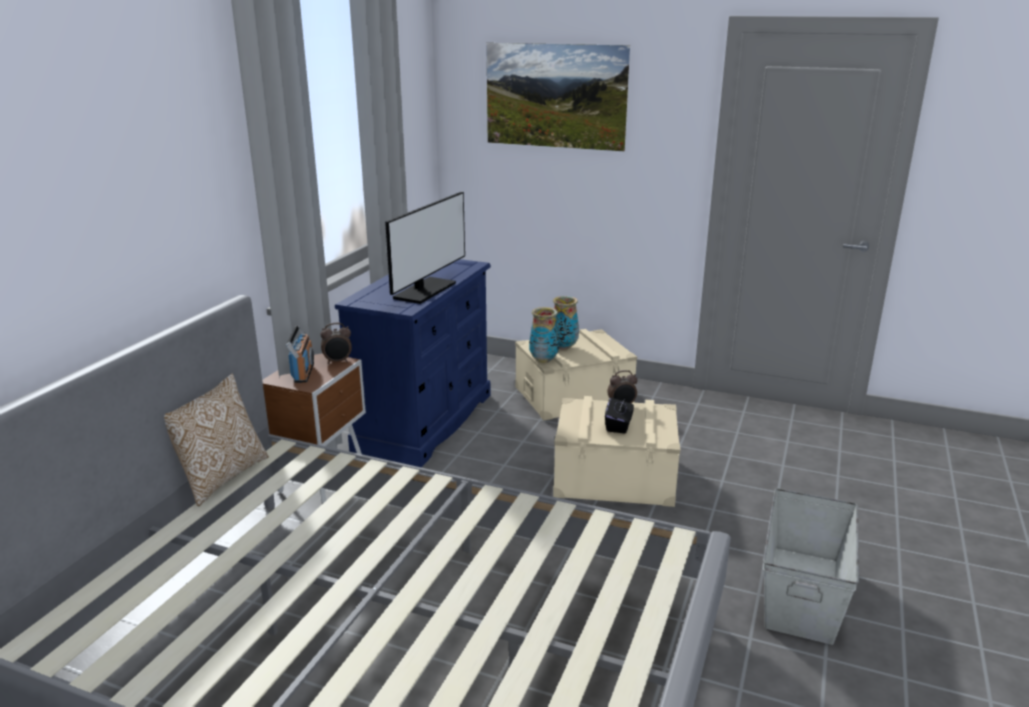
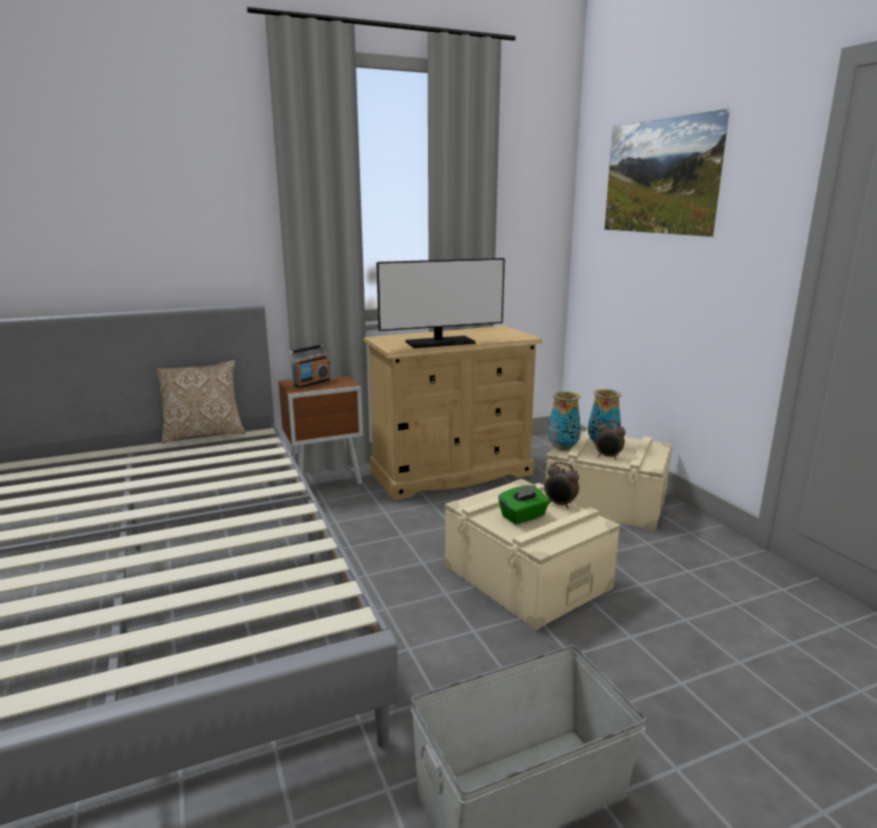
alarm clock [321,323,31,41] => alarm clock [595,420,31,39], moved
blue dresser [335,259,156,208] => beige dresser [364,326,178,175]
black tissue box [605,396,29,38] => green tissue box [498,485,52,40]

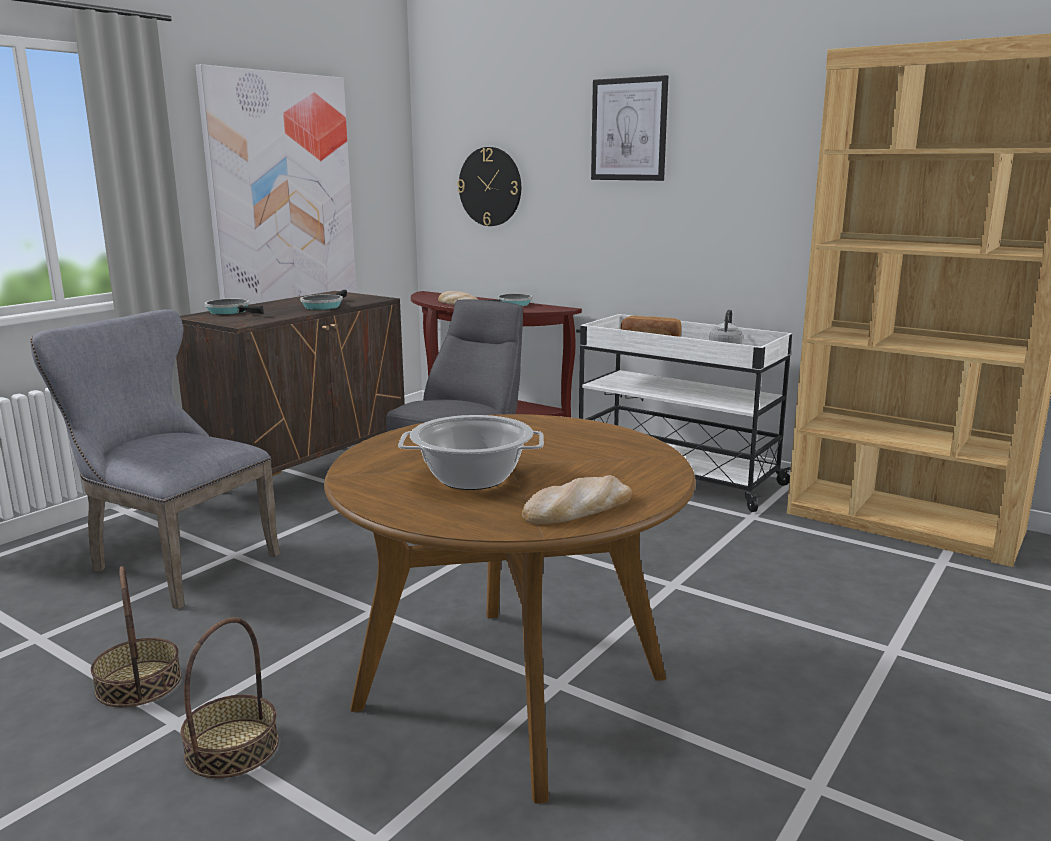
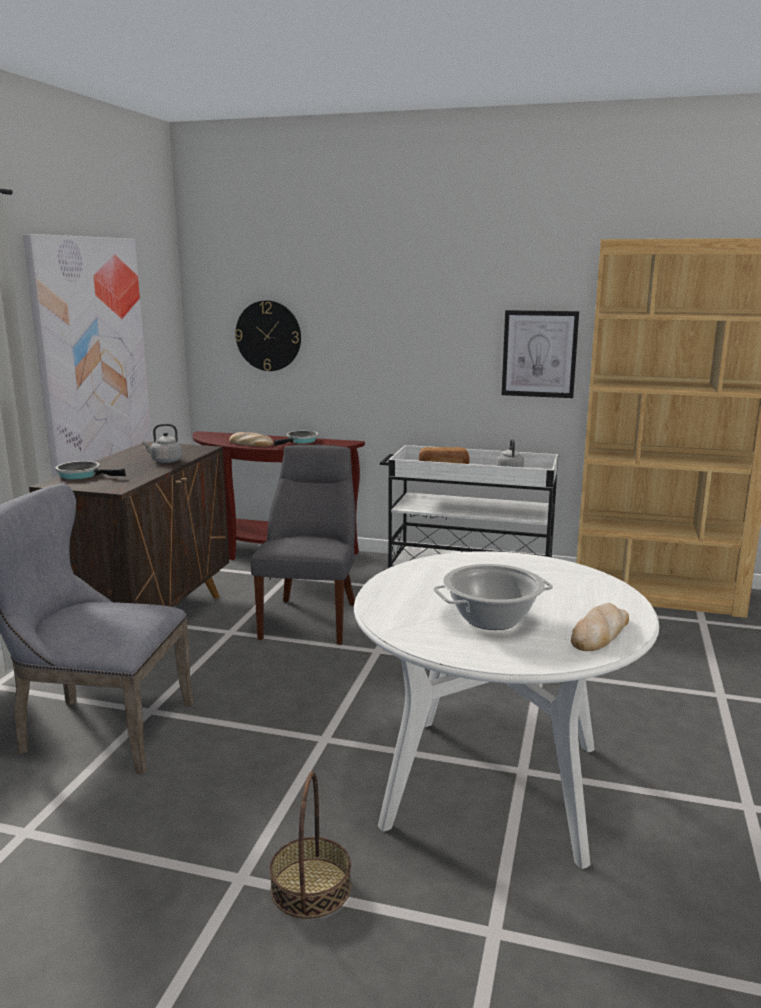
basket [91,566,91,141] => nothing
picture [591,75,77,106] => picture [502,310,77,88], moved
frying pan [300,290,47,20] => grey kettle [142,424,41,39]
brown dining table [324,414,372,390] => white dining table [354,551,305,318]

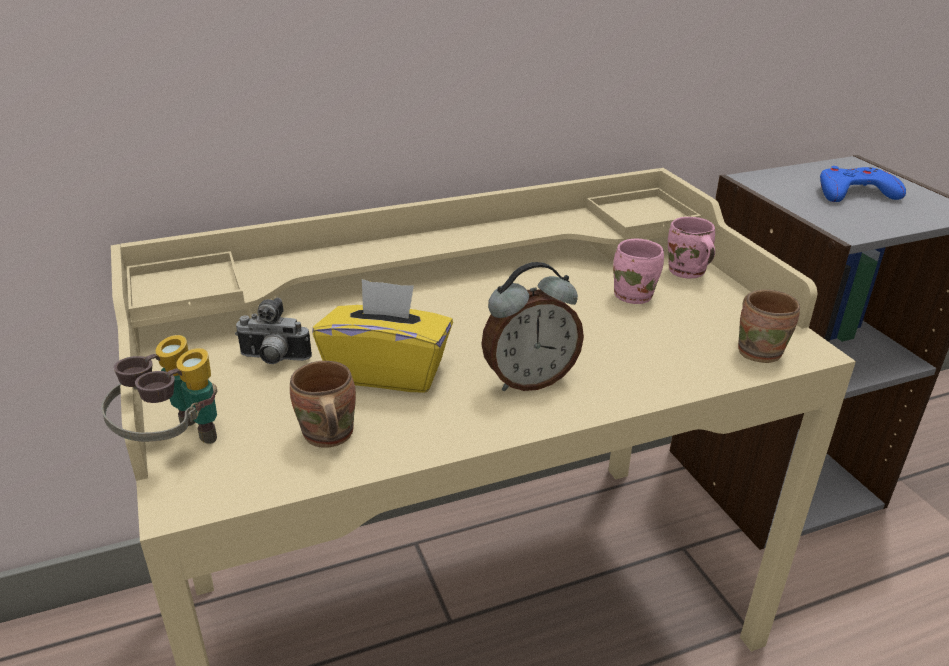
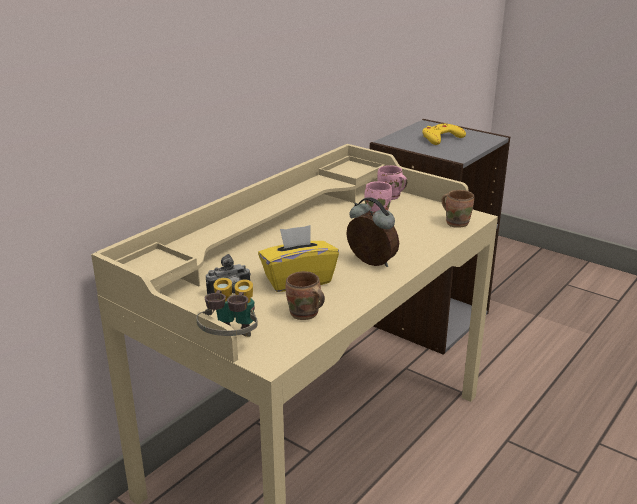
blue game controller [820,166,86,36] => yellow game controller [422,123,44,22]
alarm clock [481,262,103,129] => alarm clock [346,197,53,70], 90 degrees counterclockwise

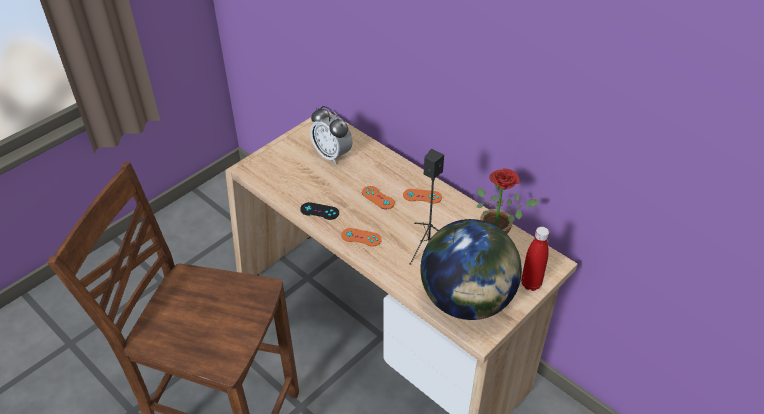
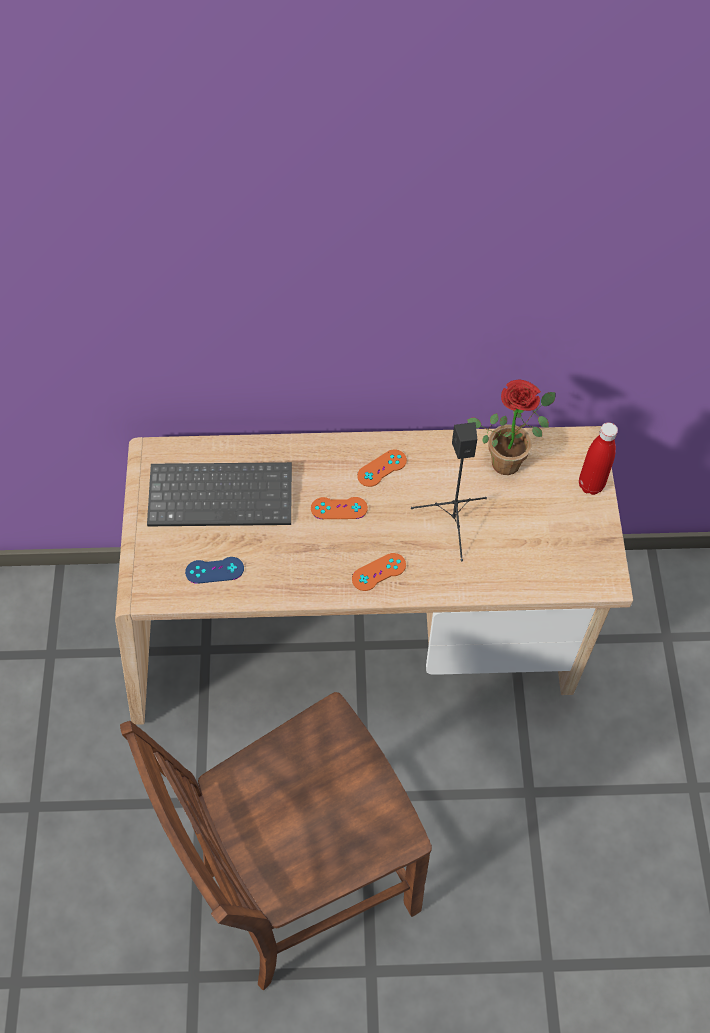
black game controller [300,202,39,18] => nothing
globe [421,219,101,101] => nothing
nothing => blue game controller [185,557,59,27]
alarm clock [310,106,42,58] => keyboard [147,462,145,64]

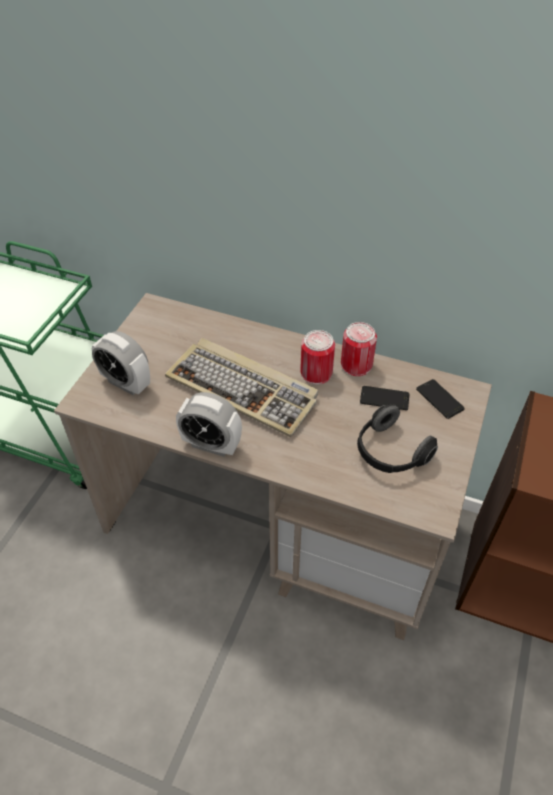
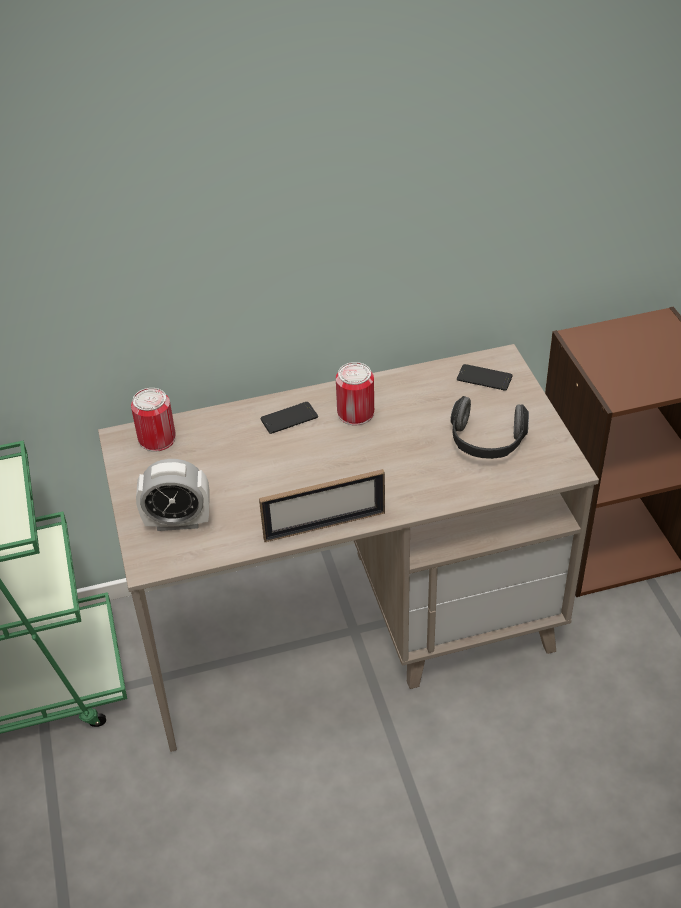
keyboard [165,338,153,99] => nothing
can [341,322,36,54] => can [131,388,45,64], moved
phone [360,386,49,24] => phone [260,402,58,32], moved
alarm clock [176,392,66,65] => picture frame [259,469,126,73]

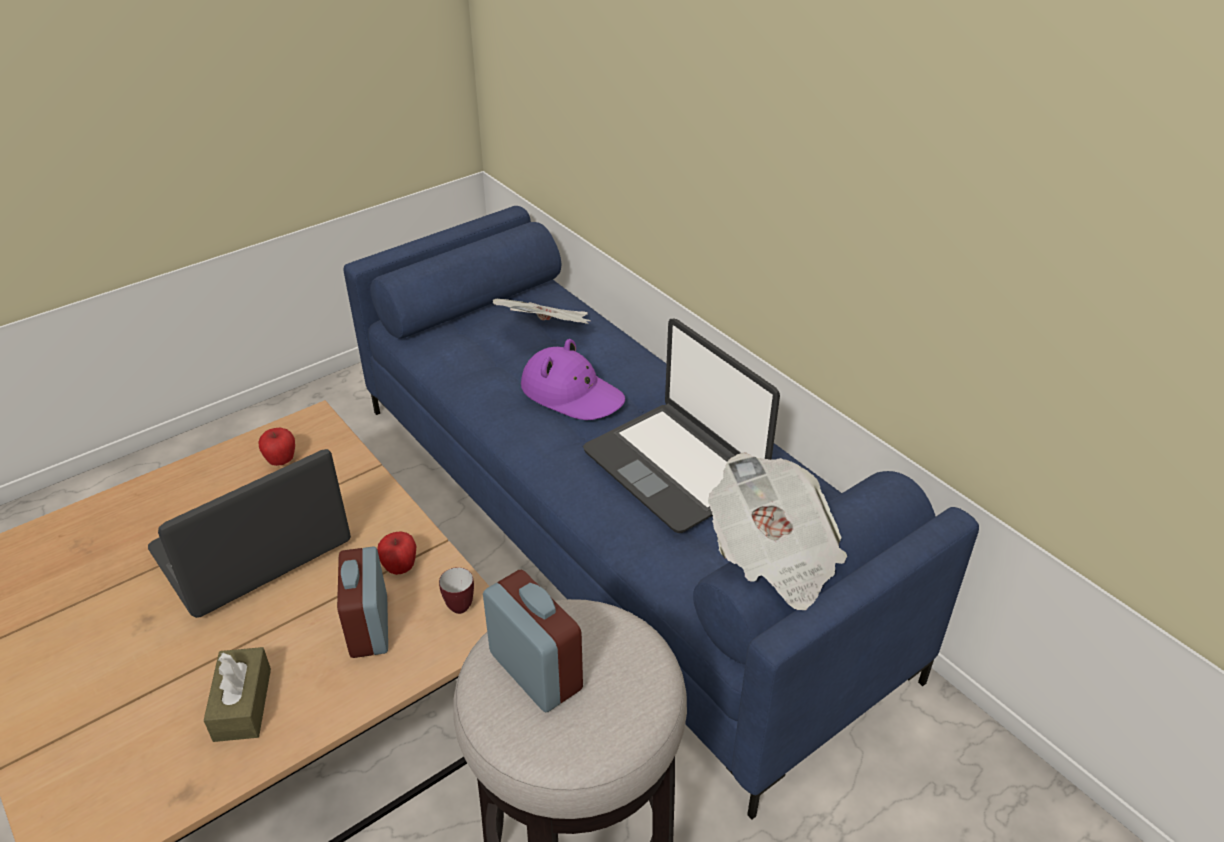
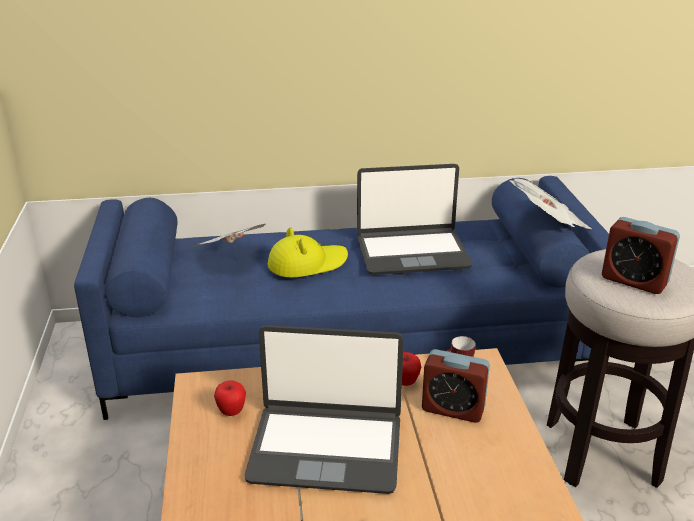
brown tissue box [203,647,68,95] => nothing
purple hat [521,339,104,81] => yellow hat [268,227,80,50]
laptop [148,449,203,169] => laptop [244,325,160,169], 75 degrees counterclockwise
alarm clock [483,570,100,143] => alarm clock [602,217,78,77], 135 degrees counterclockwise

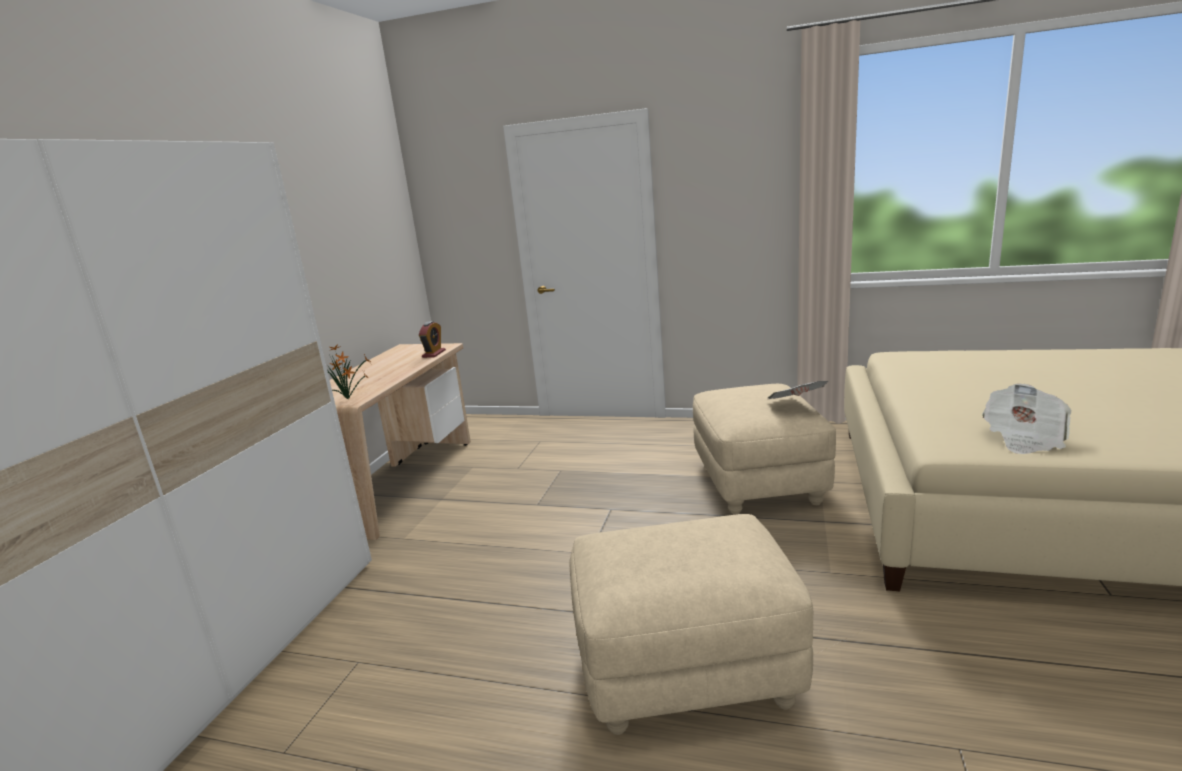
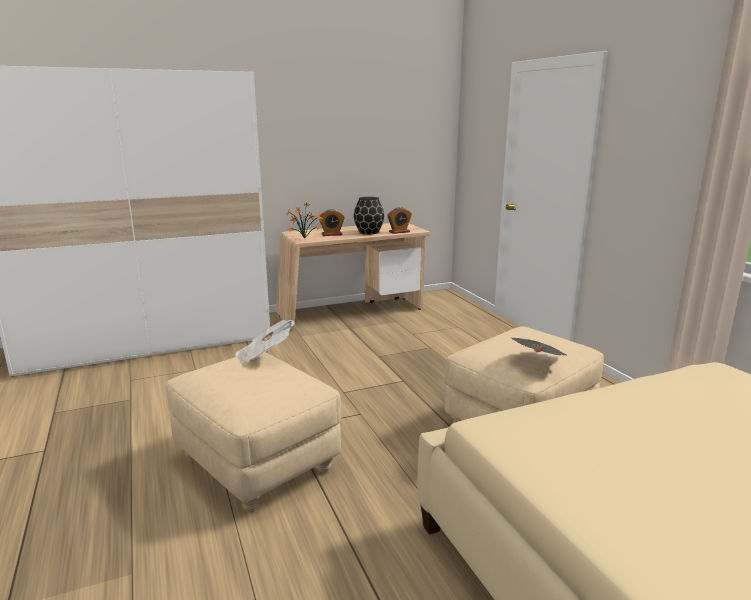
nothing => alarm clock [319,209,26,27]
nothing => black vase [354,197,30,38]
newspaper [982,384,89,70] => newspaper [235,320,60,43], moved

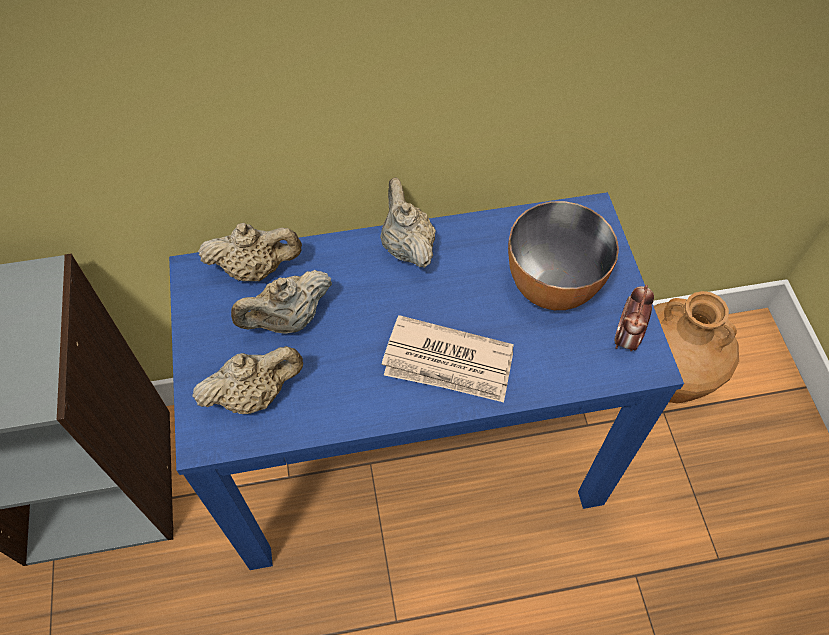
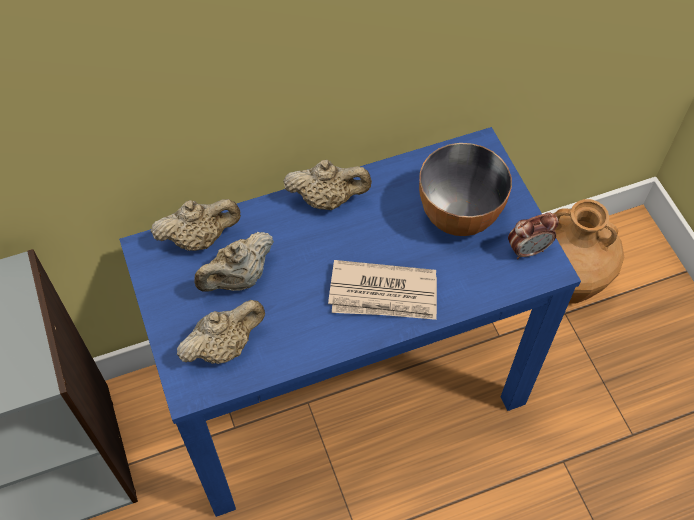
beige teapot [380,177,56,91] => beige teapot [283,160,89,50], 120 degrees clockwise
alarm clock [614,285,40,66] => alarm clock [508,212,51,47], 120 degrees counterclockwise

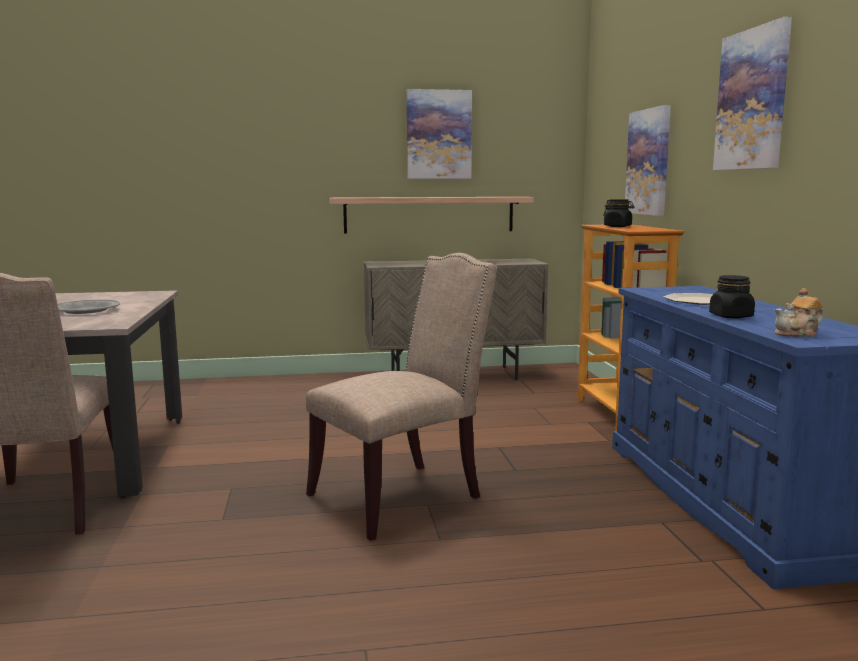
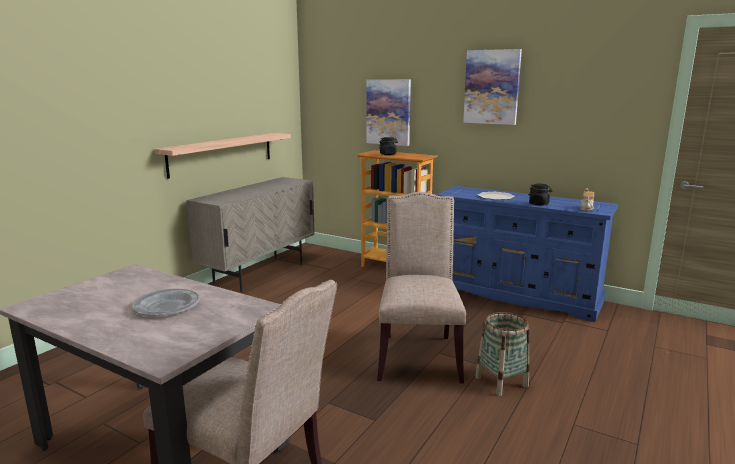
picture [407,89,65,90] => nothing
nothing => basket [475,312,54,84]

